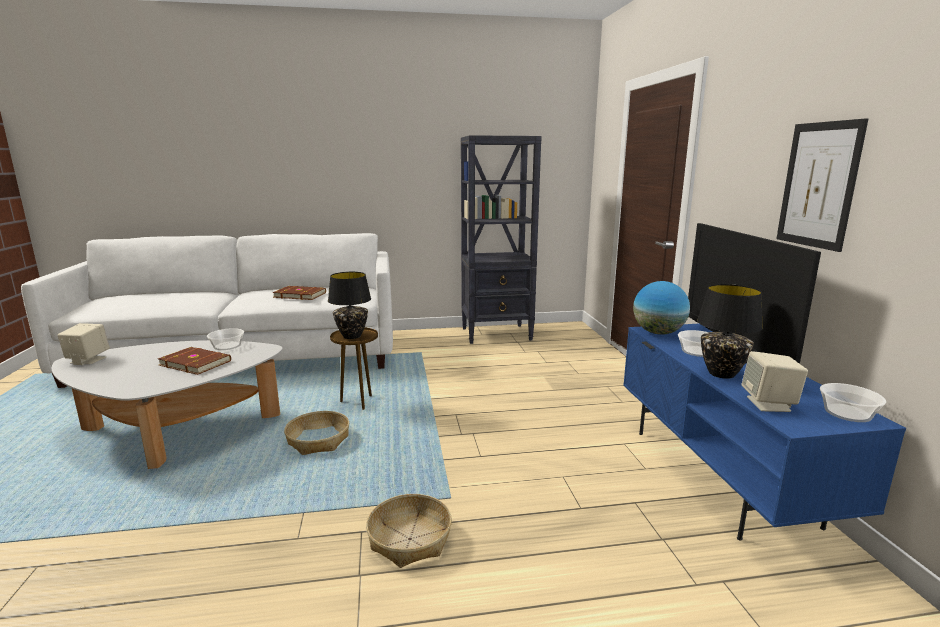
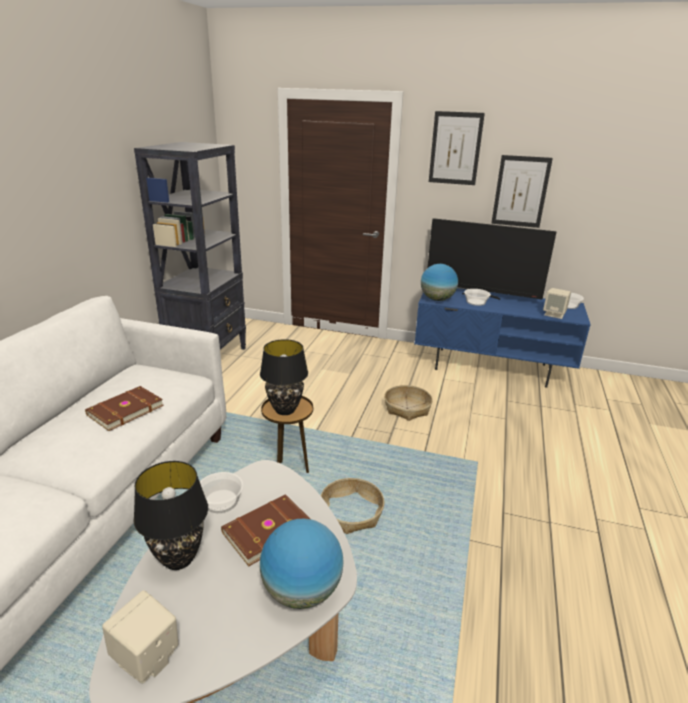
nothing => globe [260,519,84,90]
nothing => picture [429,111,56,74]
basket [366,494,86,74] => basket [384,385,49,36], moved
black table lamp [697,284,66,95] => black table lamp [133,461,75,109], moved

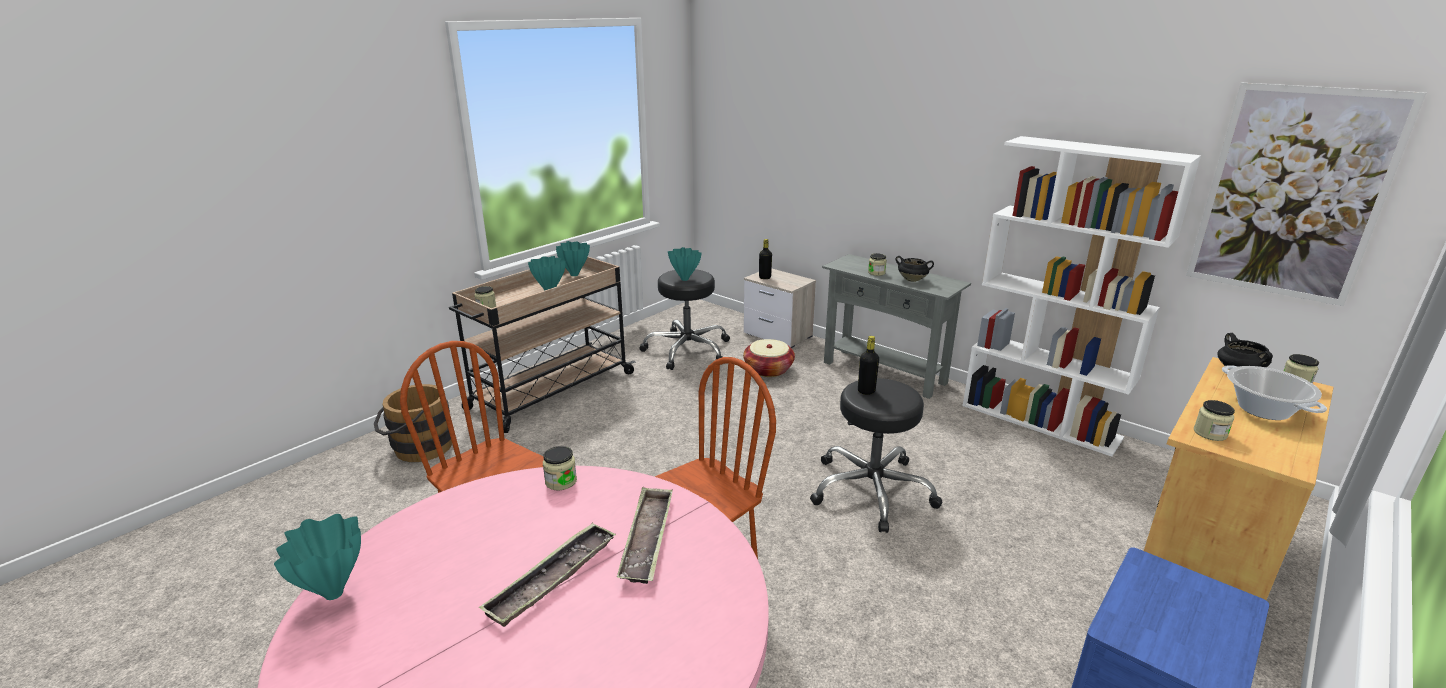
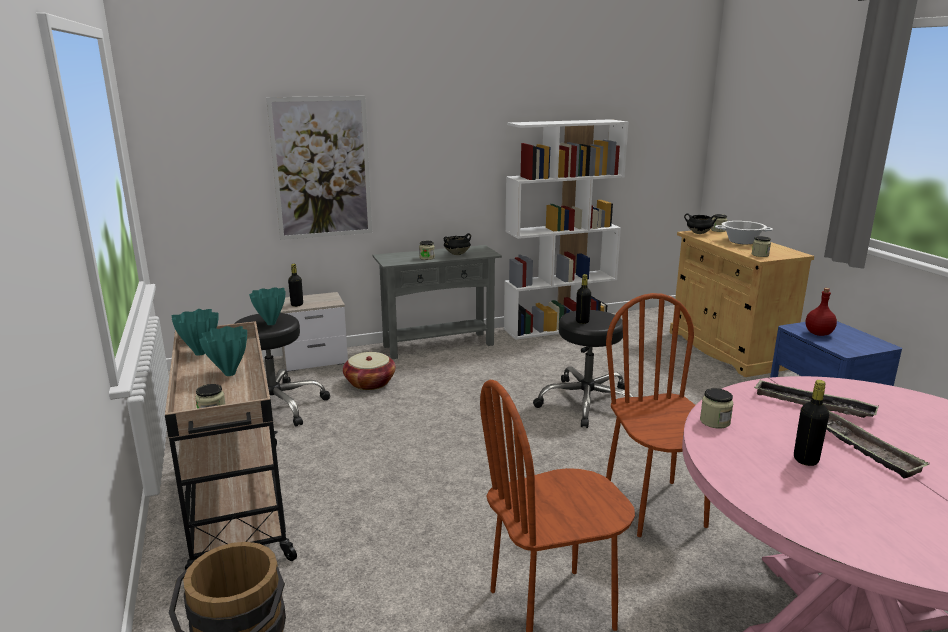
turquoise vase [274,514,87,86] => nothing
nothing => black bottle [794,380,35,86]
nothing => red bottle [805,288,32,48]
picture [1186,83,240,223] => picture [266,96,106,144], moved

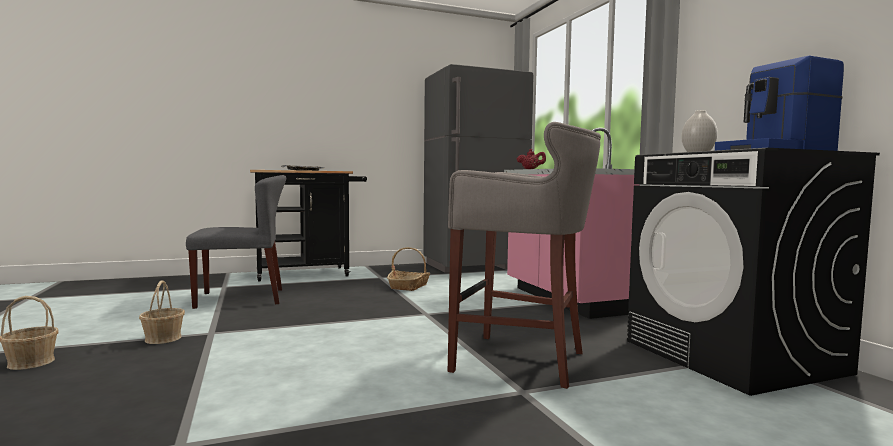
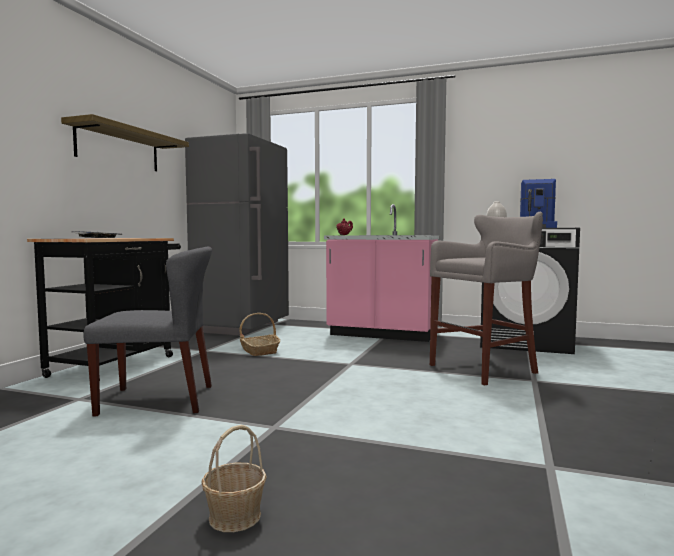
basket [139,280,46,64] => nothing
nothing => shelf [61,114,128,57]
grey chair [186,175,100,134] => grey chair [83,247,129,169], 60 degrees clockwise

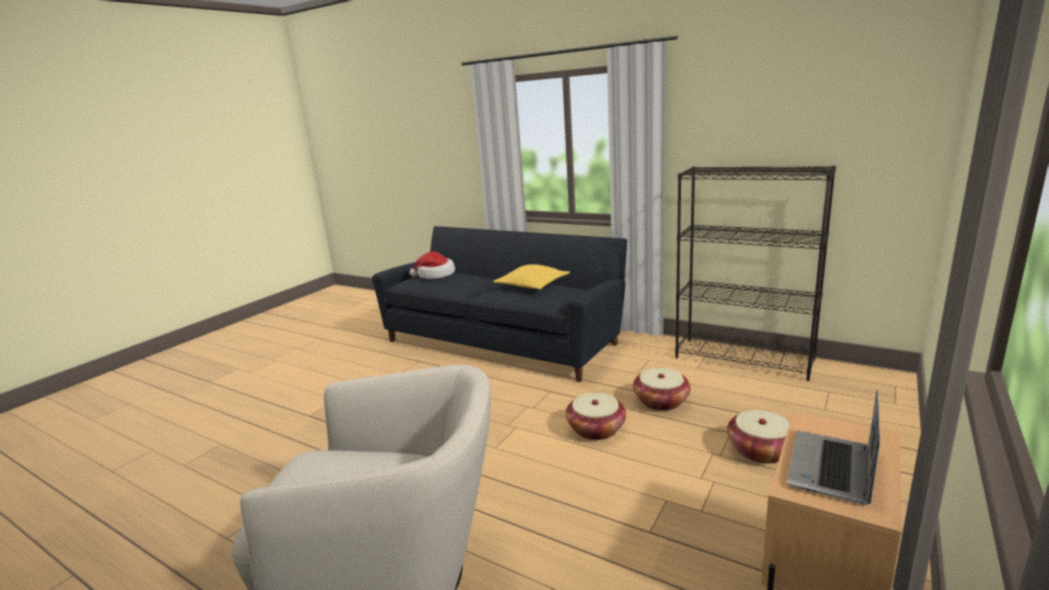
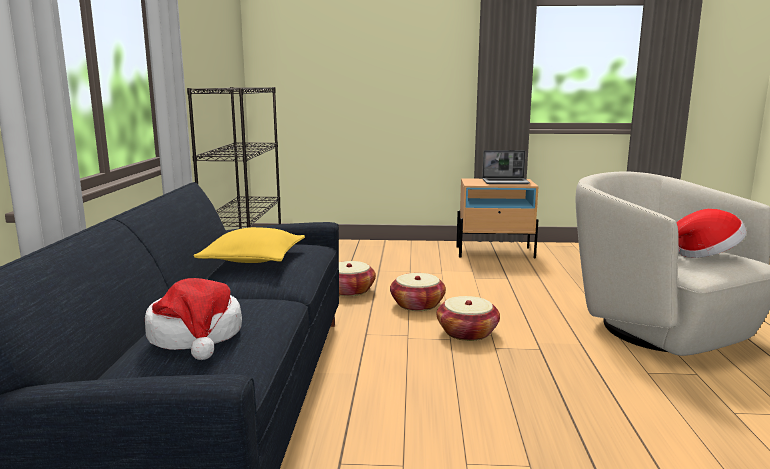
nothing => hat [676,209,71,49]
basket [727,410,63,54] => basket [437,296,63,45], moved

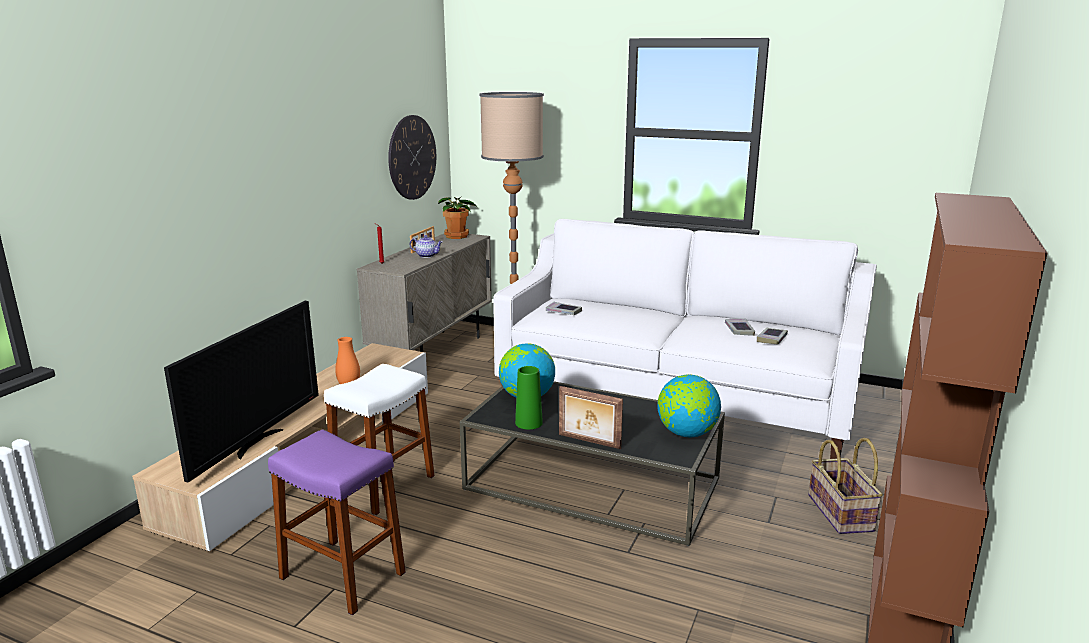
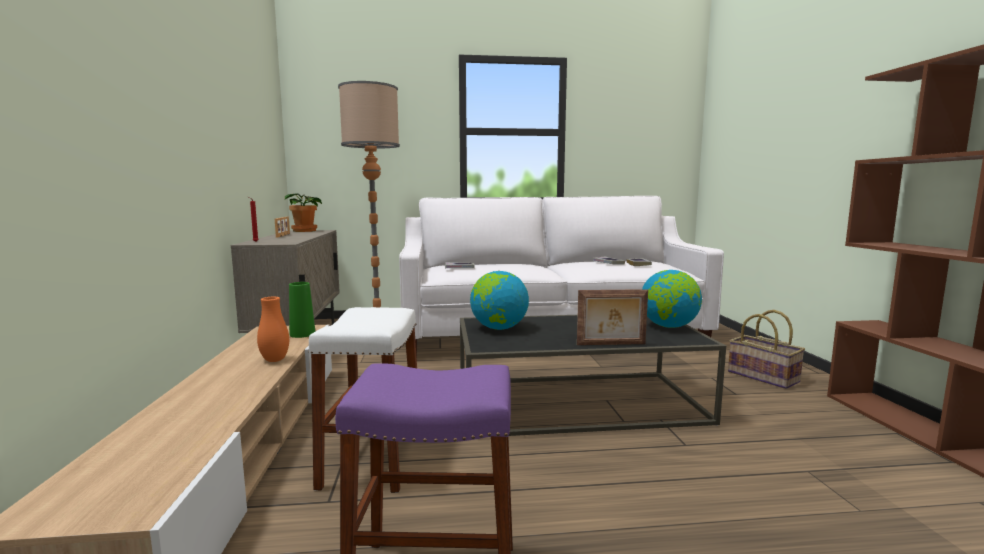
television [164,301,155,181] => nothing
wall clock [388,115,48,85] => nothing
teapot [410,235,33,23] => nothing
green vase [515,366,28,64] => green vase [289,282,26,56], moved

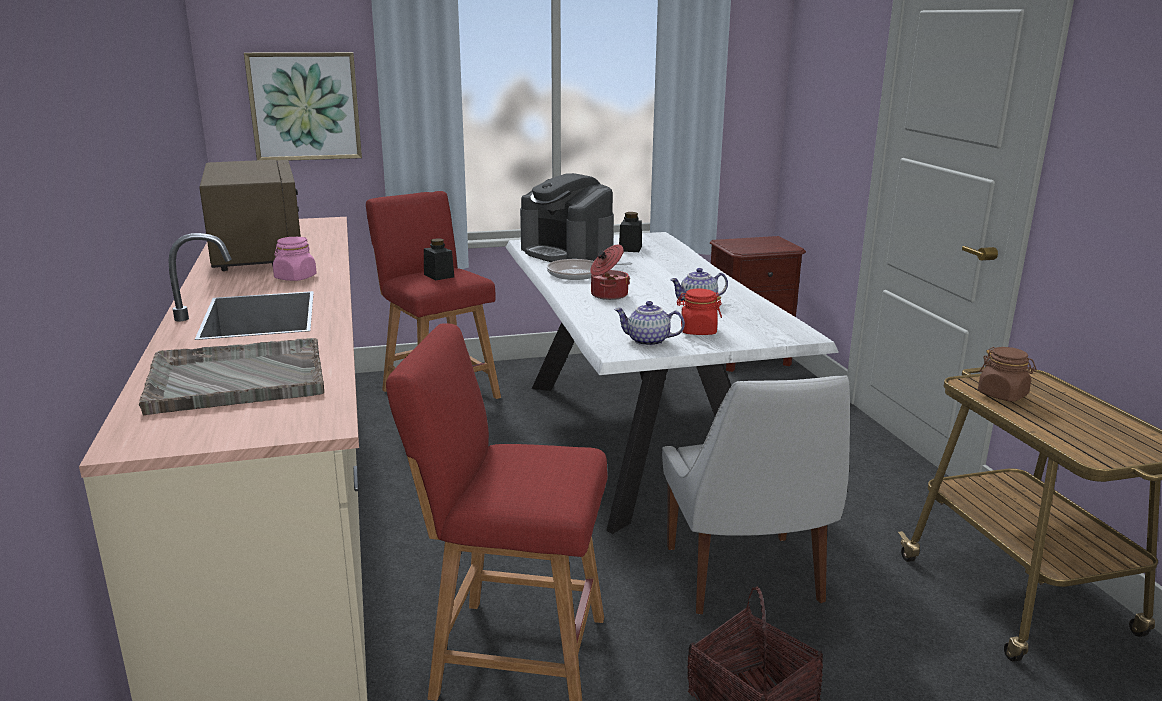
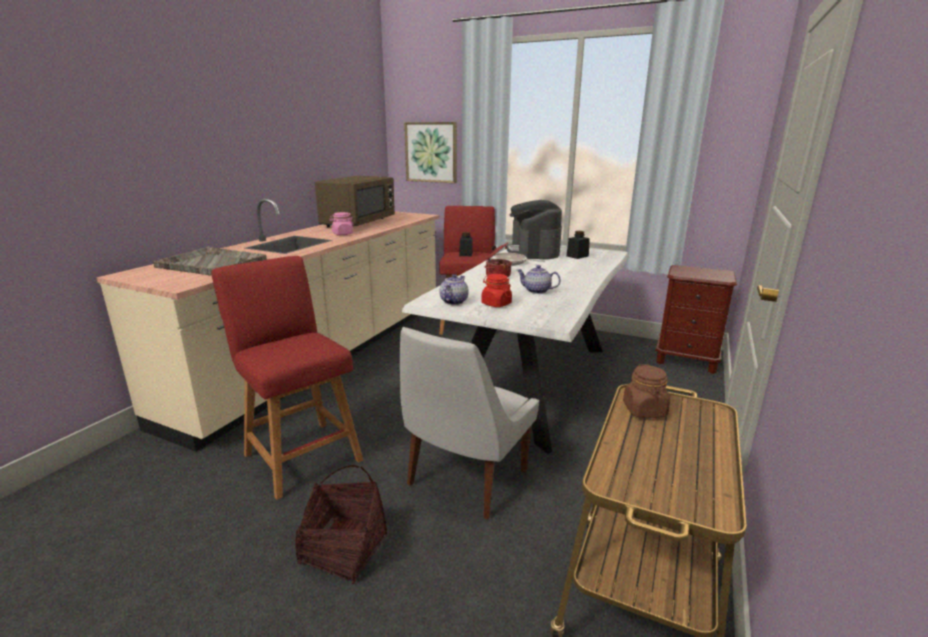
teapot [614,301,71,45] => teapot [440,274,29,31], 60 degrees clockwise

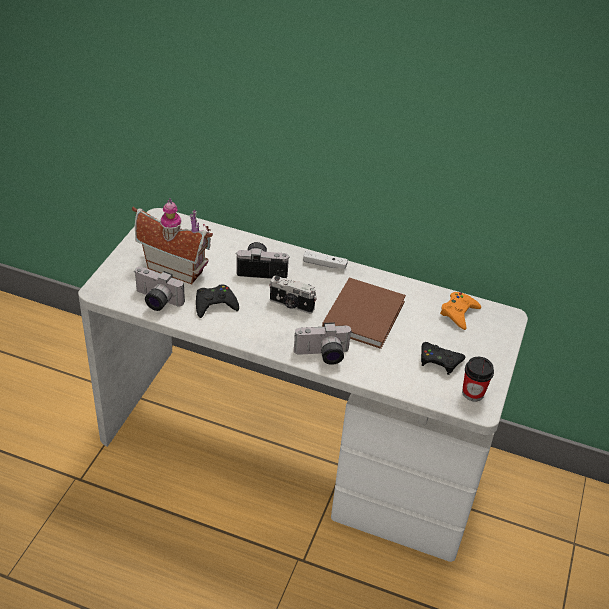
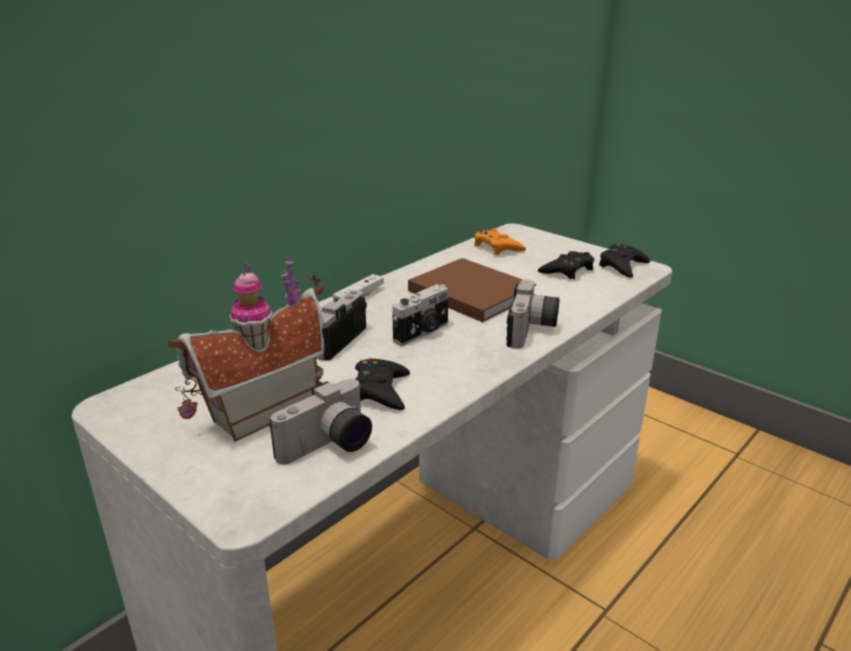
cup [462,357,32,44] => black game controller [599,244,51,34]

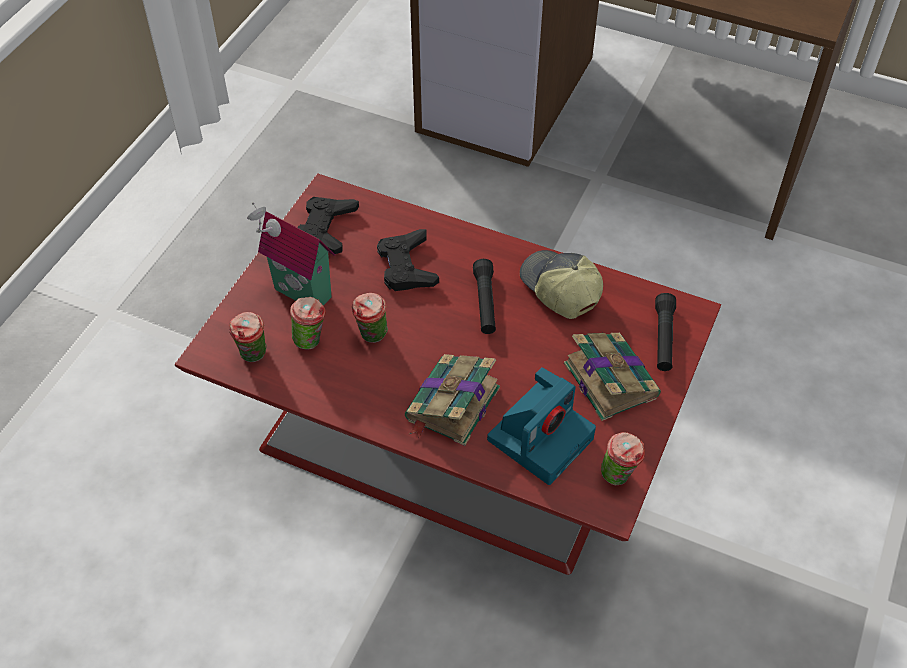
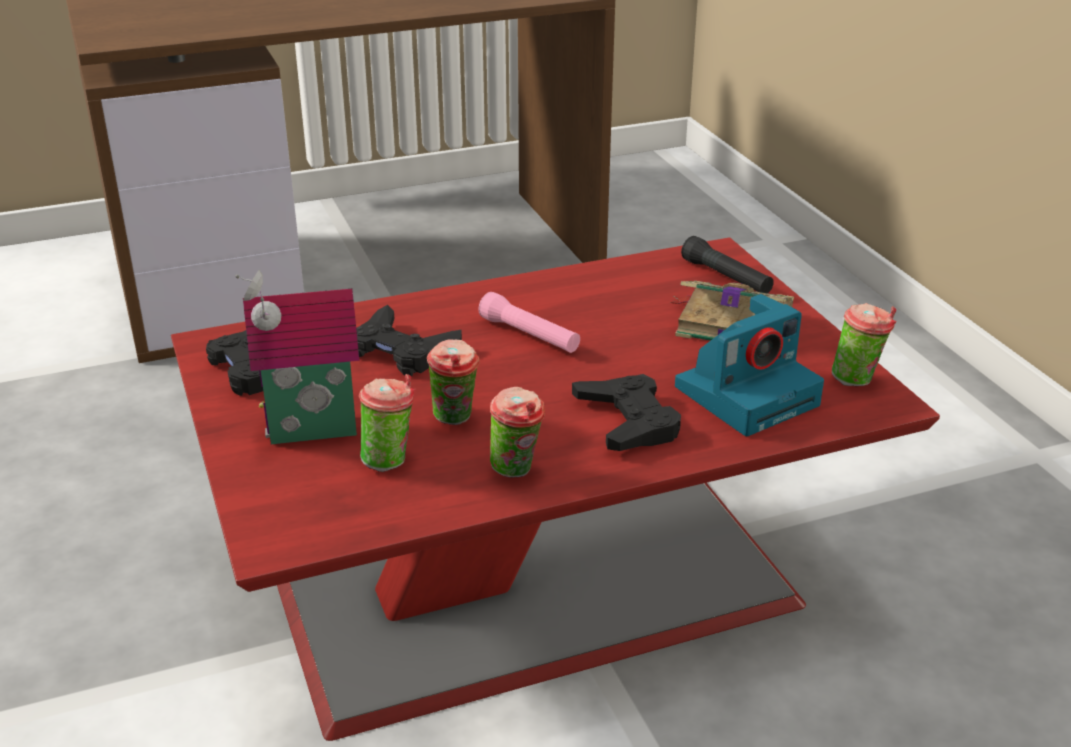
cap [520,250,83,69] => nothing
cup [229,312,38,50] => cup [490,387,55,91], moved
book [405,354,95,92] => black game controller [572,374,109,77]
black flashlight [473,259,23,75] => pink flashlight [478,292,102,61]
photo camera [487,367,109,118] => photo camera [675,294,149,142], 60 degrees clockwise

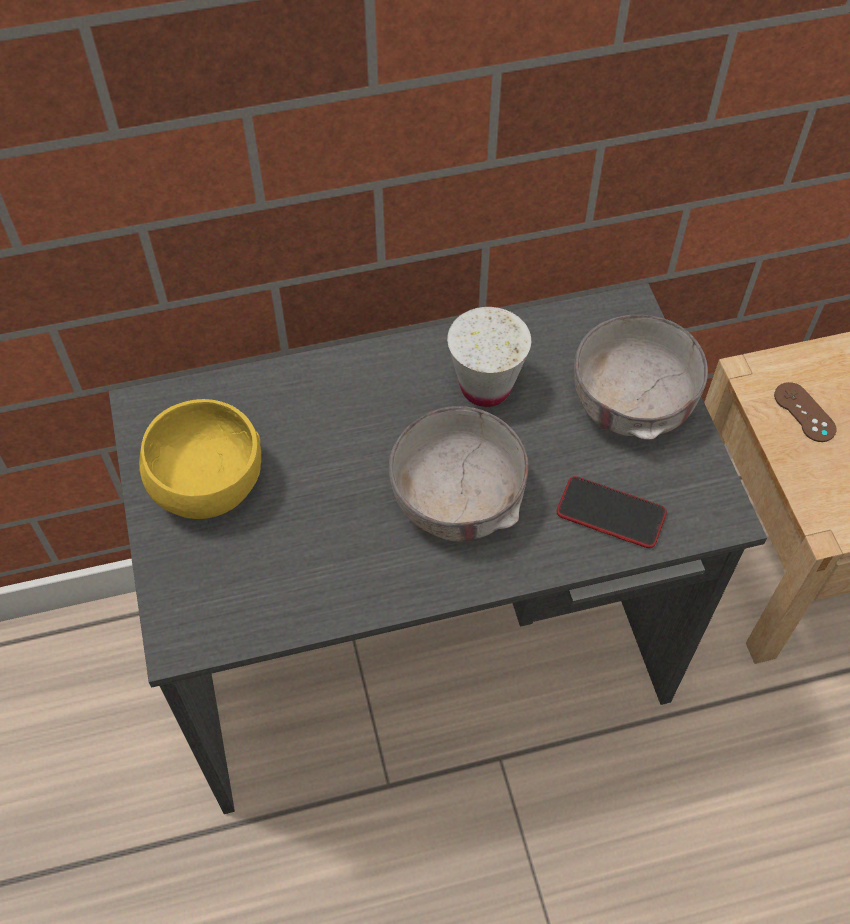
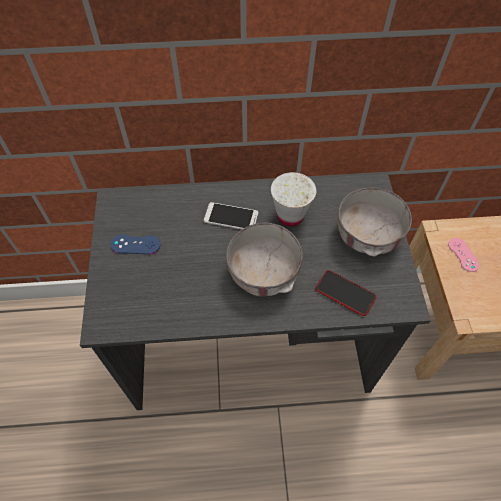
nothing => phone [204,202,54,27]
yellow bowl [139,399,122,120] => blue game controller [111,234,49,20]
brown game controller [774,382,62,60] => pink game controller [448,238,32,34]

